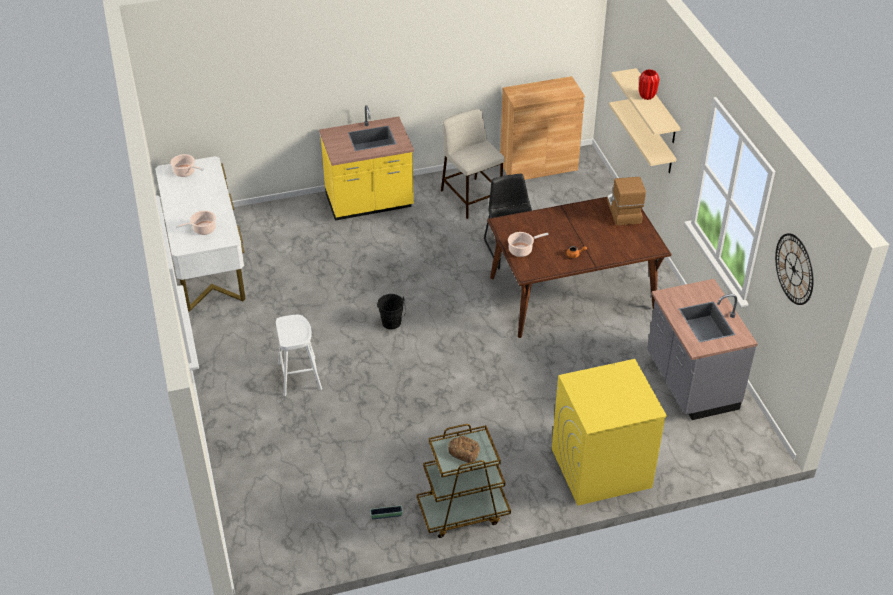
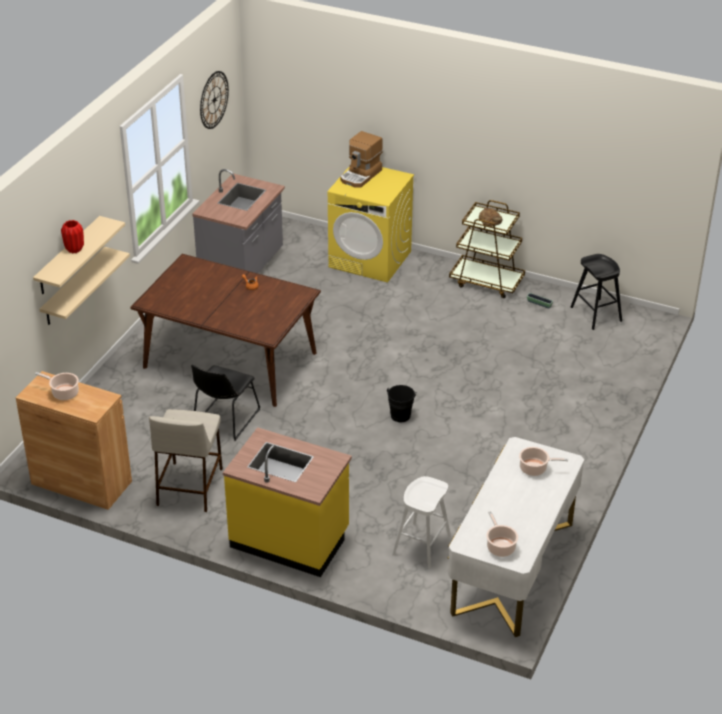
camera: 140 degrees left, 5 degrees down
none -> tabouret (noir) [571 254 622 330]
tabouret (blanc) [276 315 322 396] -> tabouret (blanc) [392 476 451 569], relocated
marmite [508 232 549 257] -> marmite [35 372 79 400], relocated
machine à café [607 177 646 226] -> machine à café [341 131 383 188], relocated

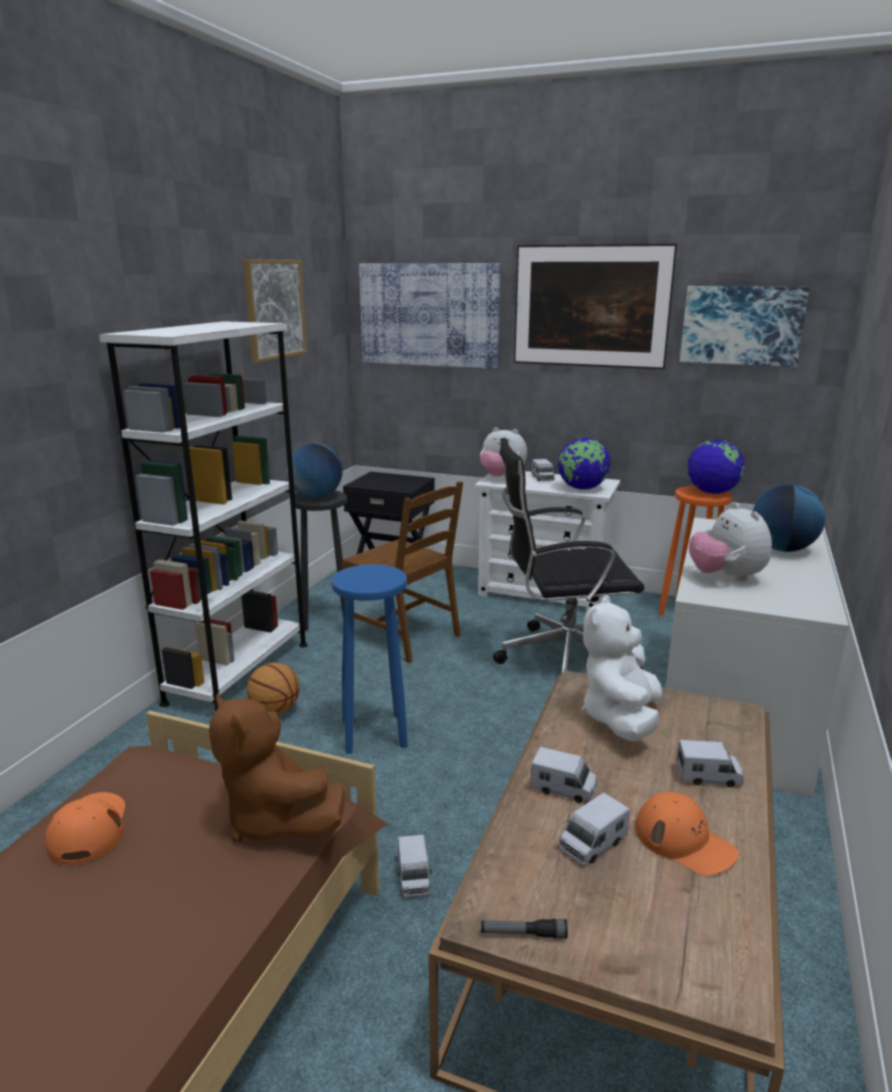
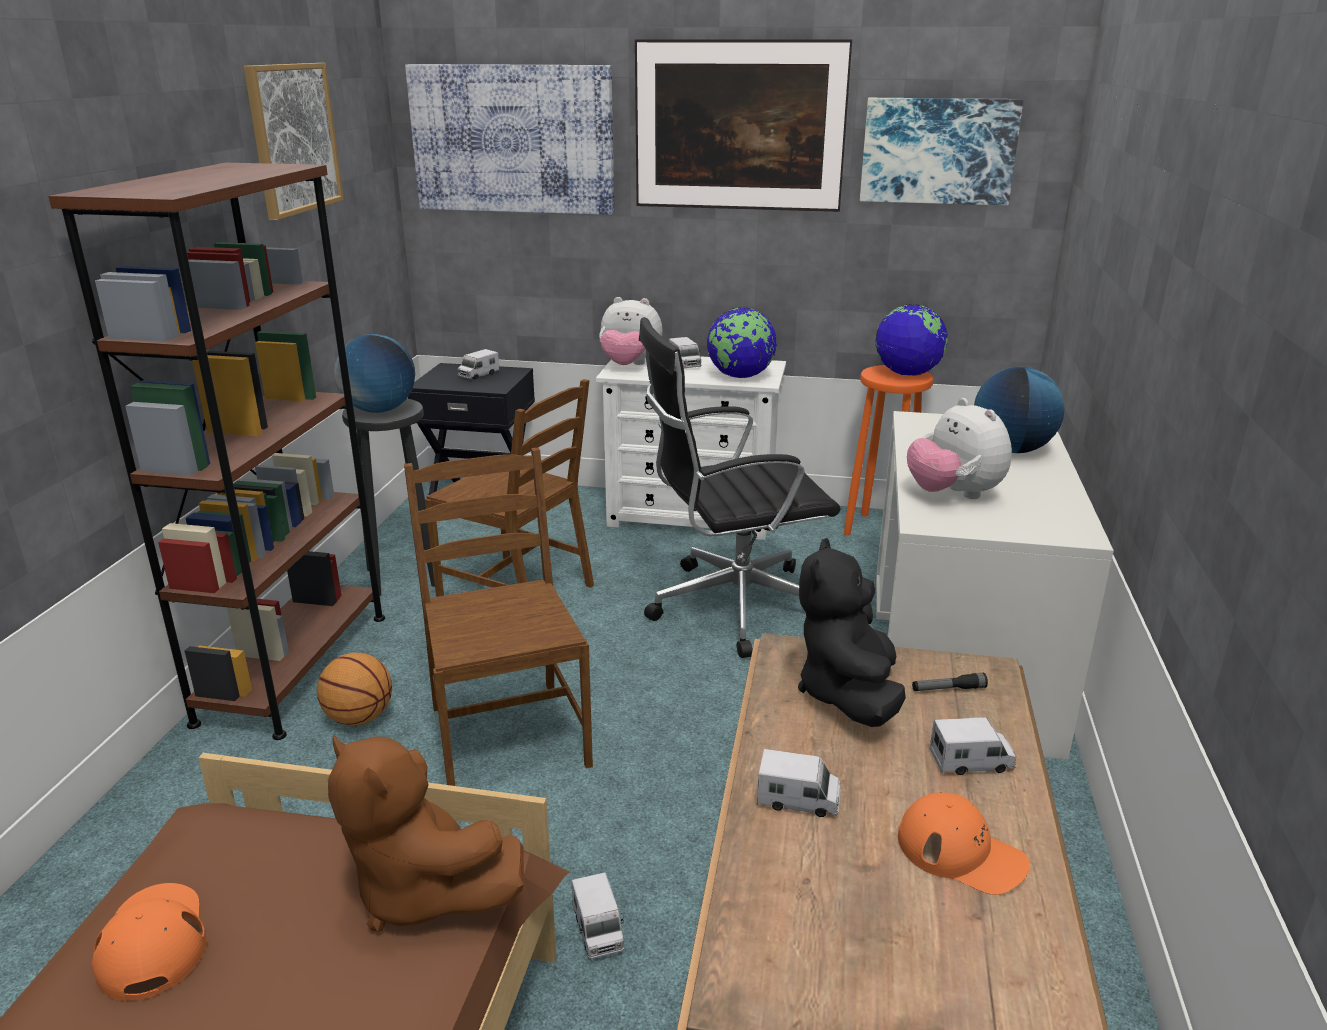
camera: 10 degrees left, 5 degrees up
lampe de poche [481 919 568 939] -> lampe de poche [912 673 988 691], relocated
camion jouet [559 792 630 866] -> camion jouet [458 349 500 380], relocated
tabouret (bleu) [331 564 408 754] -> chaise (marron) [404 447 593 786]
bibliothèque (blanc) [99 321 307 712] -> bibliothèque (marron) [48 163 385 740]
peluche (blanc) [582 595 662 742] -> peluche (noir) [798 538 906 727]

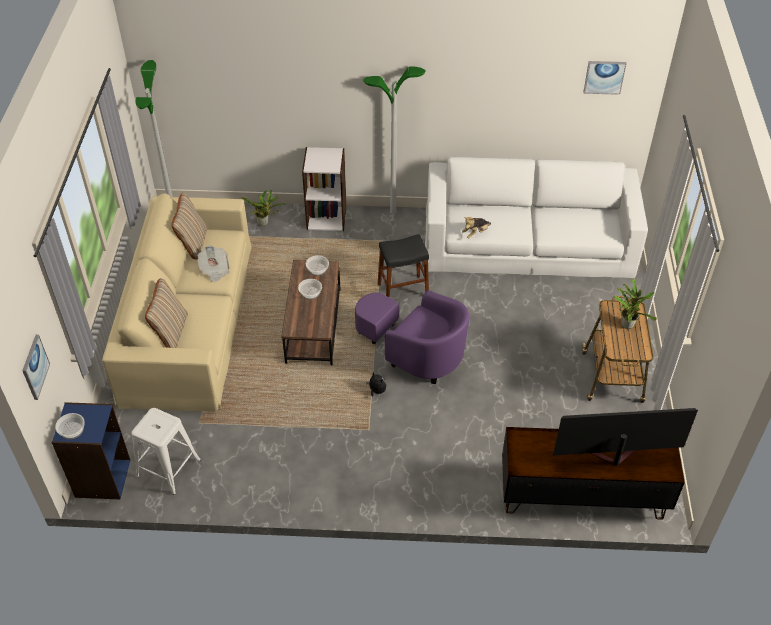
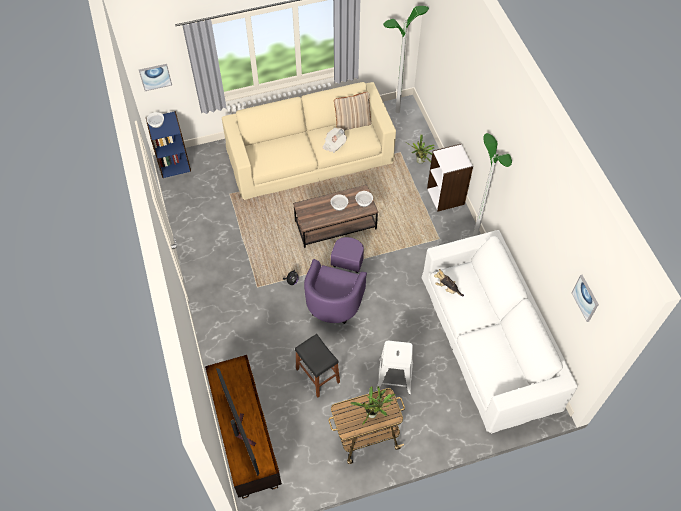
camera: 70 degrees right, 10 degrees up
coussin (beige) [145 278 188 348] -> none
tabouret (blanc) [131 408 201 495] -> tabouret (blanc) [376 340 413 394], relocated
tabouret (noir) [378 234 429 298] -> tabouret (noir) [295 334 340 397], relocated

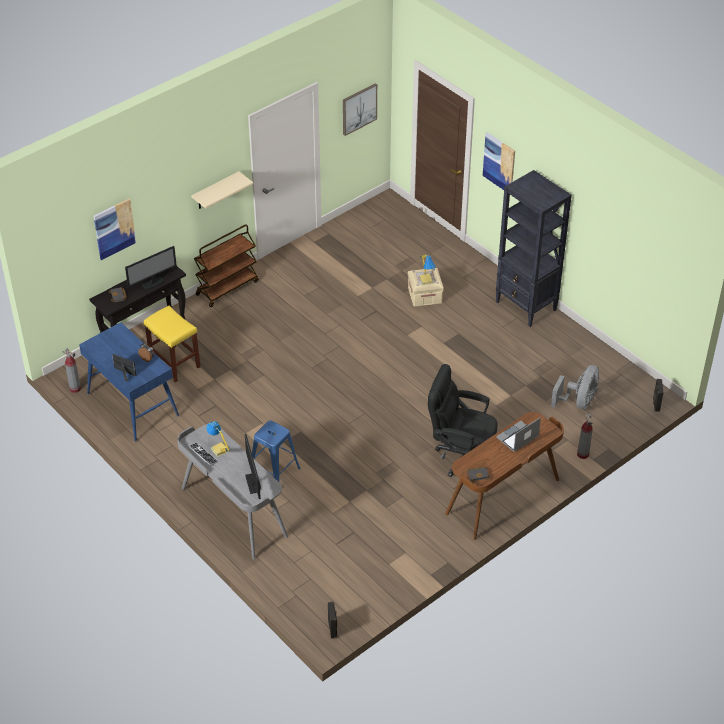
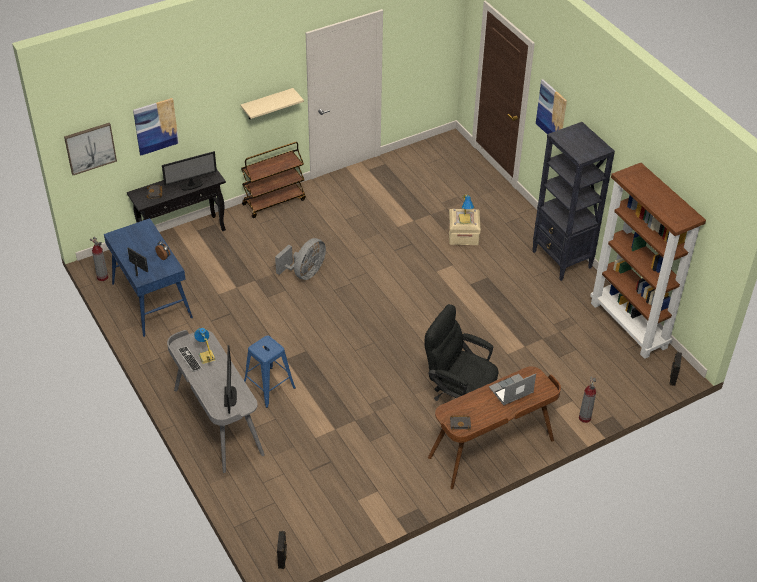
camera: 10 degrees right, 0 degrees up
tabouret (jaune) [144 306 201 382] -> none
none -> bibliothèque (marron) [590 163 706 359]
tableau [343 83 377 136] -> tableau [64 123 117 175], relocated
ventilateur (gris) [551 365 599 409] -> ventilateur (gris) [275 238 326 280], relocated

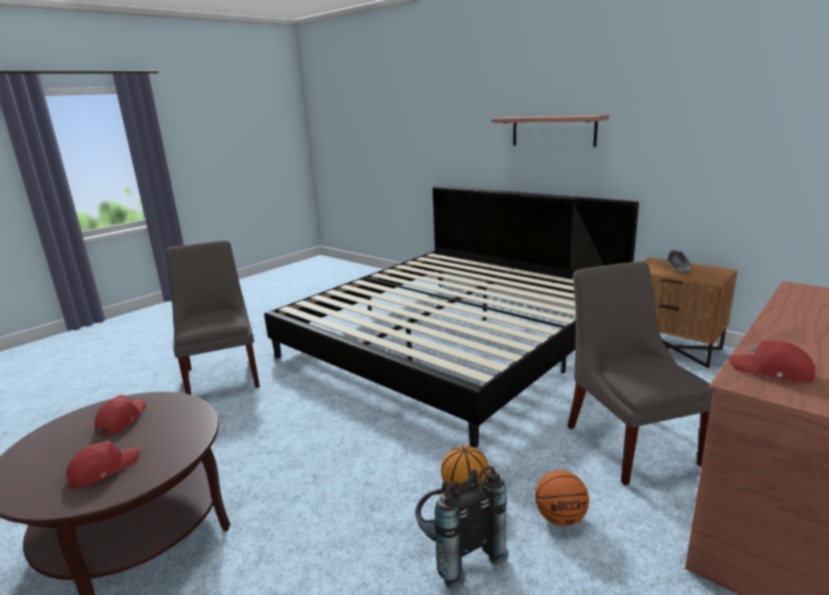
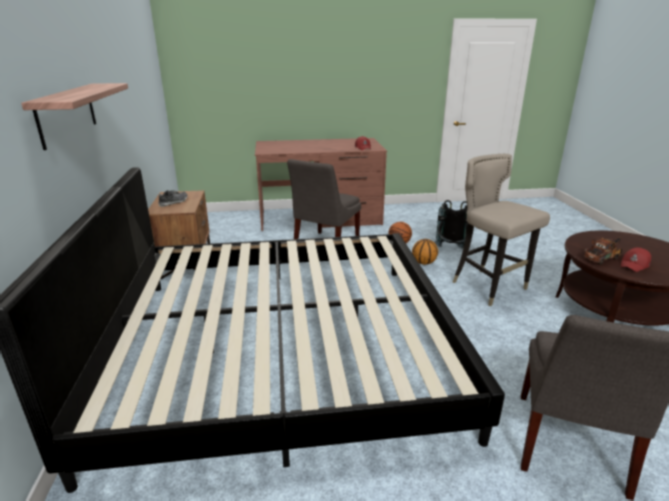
camera: 140 degrees left, 5 degrees up
casquette (rouge) [66 441 140 488] -> none
none -> tabouret (beige) [453 154 550 306]
none -> camion jouet [584 237 622 265]

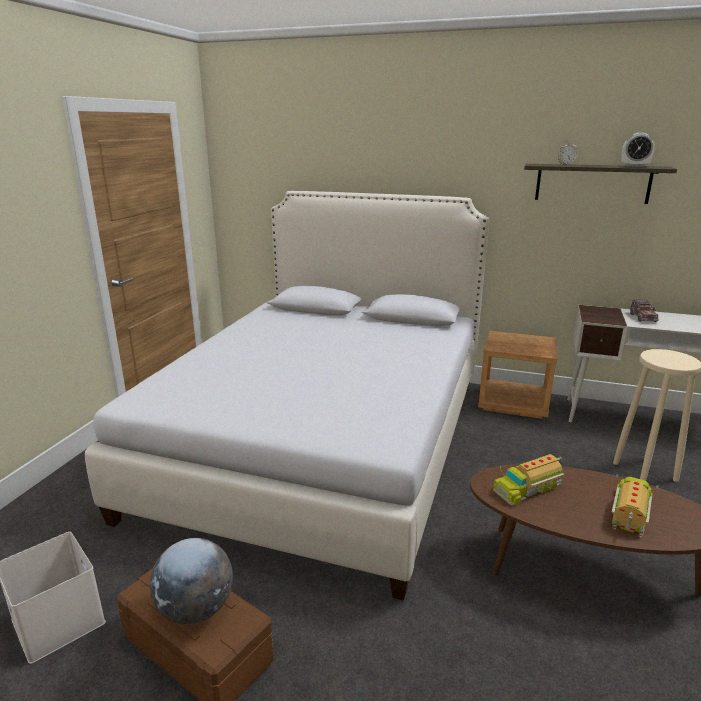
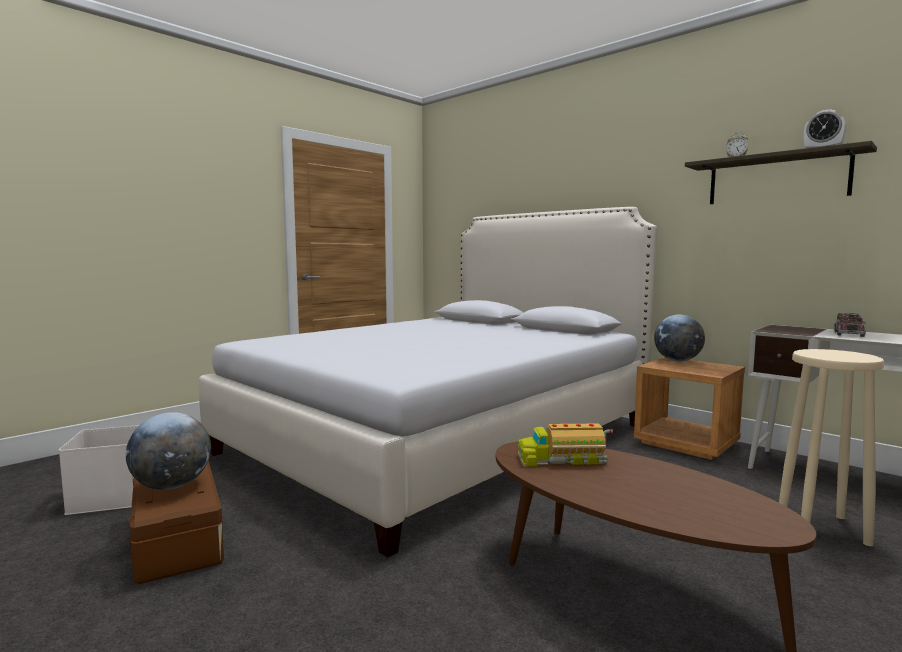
camera: 25 degrees right, 15 degrees down
camion jouet [611 474 659 538] -> none
none -> globe [654 315 705 361]

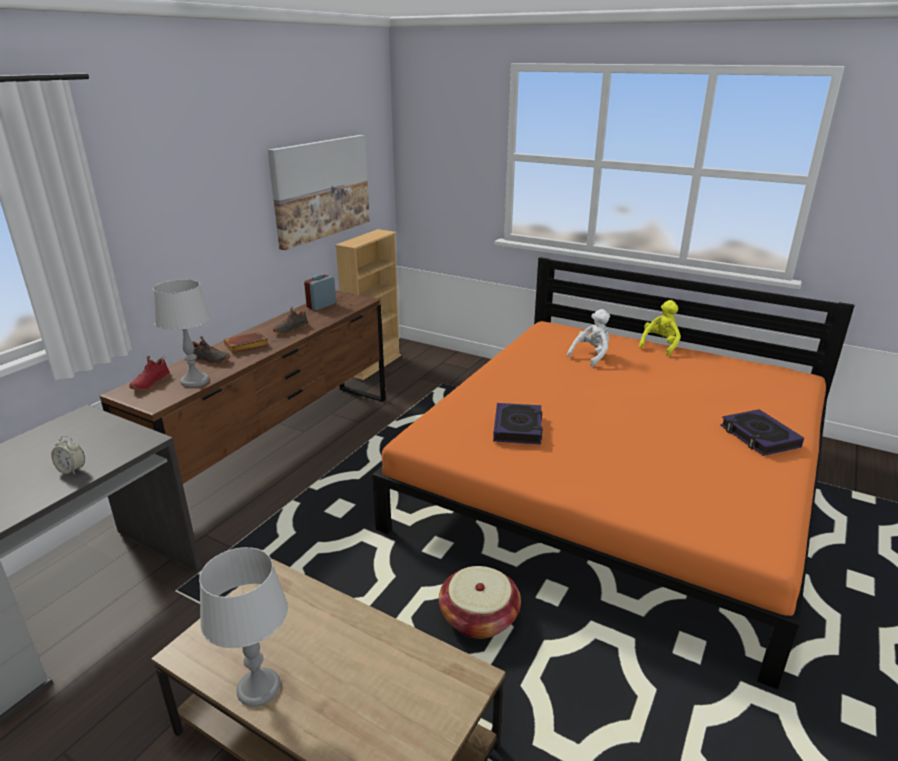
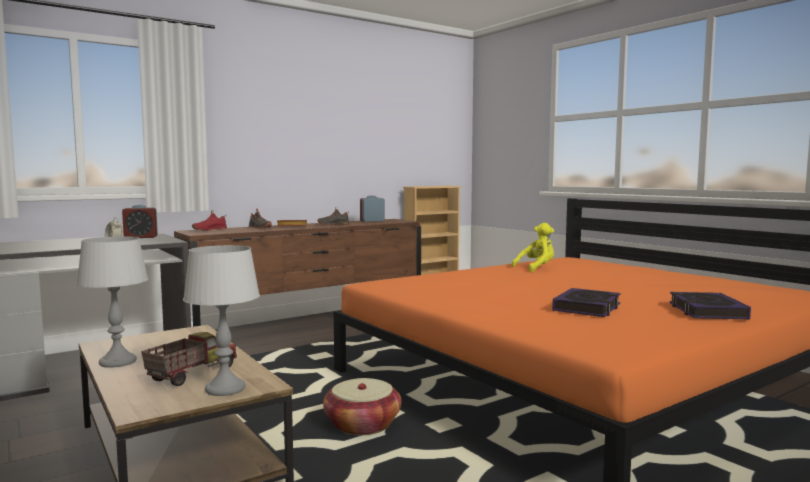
camera: 25 degrees right, 20 degrees down
tableau [268 135 370 250] -> none
peluche (blanc) [567 309 610 367] -> none
none -> réveil [122 205 158 238]
none -> camion jouet [141 332 237 386]
lampe de table (gris) [153 279 211 388] -> lampe de table (gris) [183 245 260 396], relocated
livre [493 403 543 444] -> livre [552 288 621 317], relocated
peluche (jaune) [639 300 681 356] -> peluche (jaune) [511 223 554 272], relocated

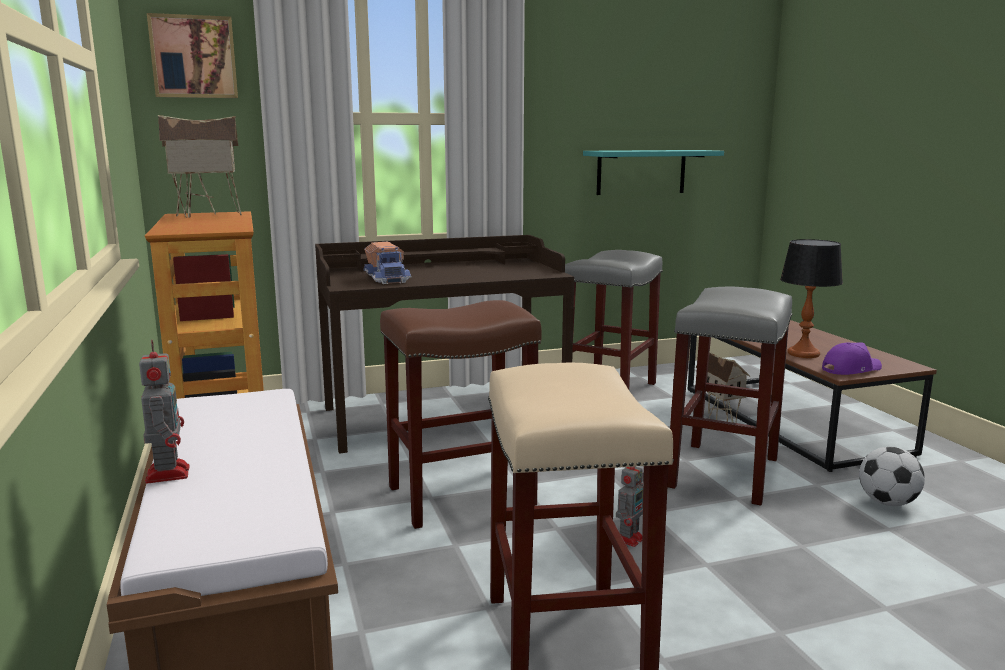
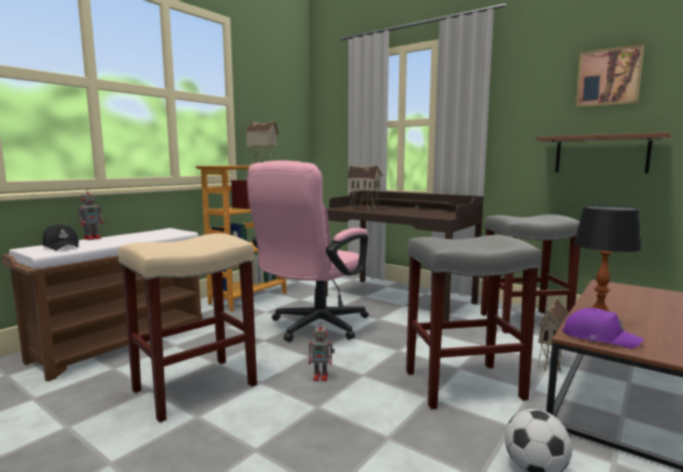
camera: 55 degrees right, 5 degrees down
none -> casquette (noir) [43 224 79 251]
tableau [147 13 238 98] -> tableau [575 44 644 107], relocated
camion jouet [364 242 412 284] -> maison miniature [347 165 383 210]
tabouret (marron) [380 300 542 529] -> chaise de bureau (rose) [247 161 369 342]
étagère (turquoise) [583 150 724 195] -> étagère (marron) [536 132 671 173]

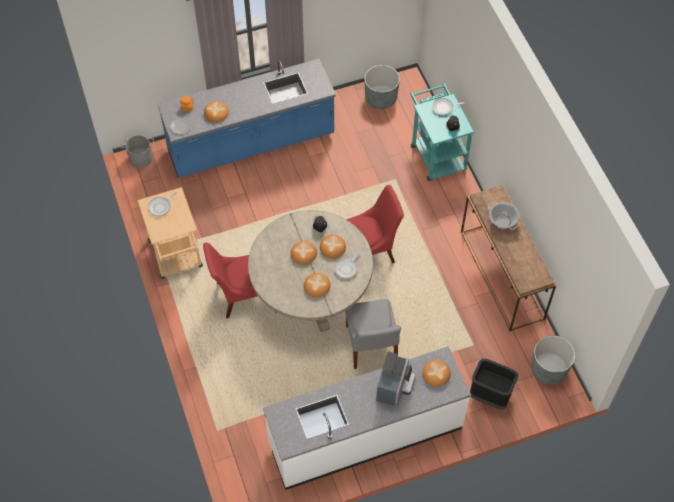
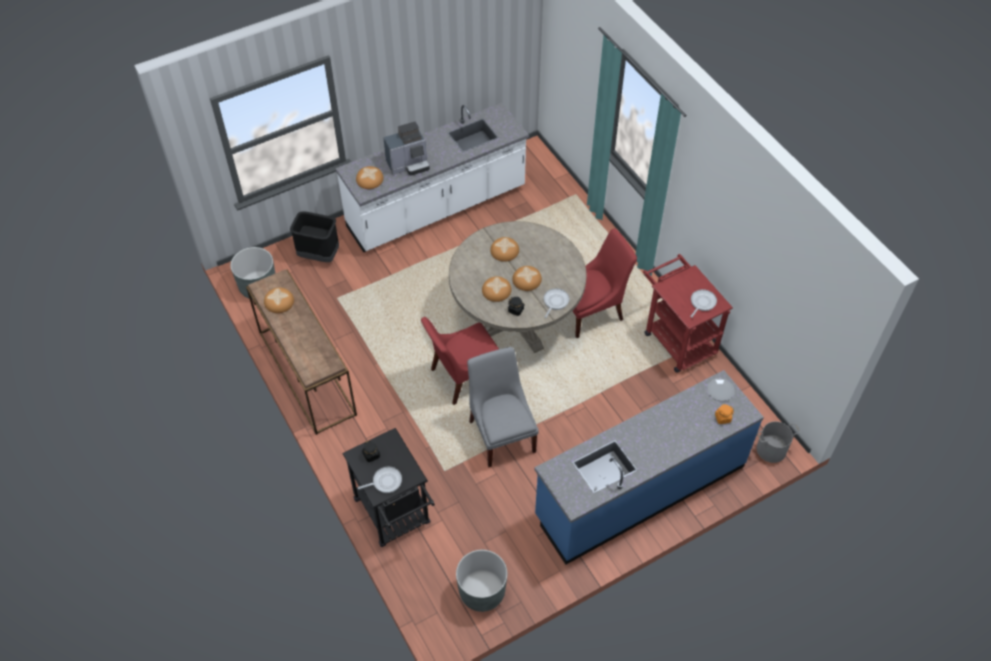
camera: 170 degrees right, 5 degrees down
marmite [488 202 520 230] -> none
pain [204 101 229 123] -> pain [264 288 294 313], relocated
poêle [334 251 361 279] -> poêle [544 288 569 318], relocated
chaise (gris) [345 299 401 369] -> chaise (gris) [467 347 539 467], relocated
chariot (beige) [137 187 203 279] -> chariot (rouge) [643 254 733 373]
chariot (turquoise) [410 83 474 181] -> chariot (noir) [343 428 435 547]
machine à café [376 352 416 407] -> machine à café [383 122 430 175], 120 degrees counterclockwise

